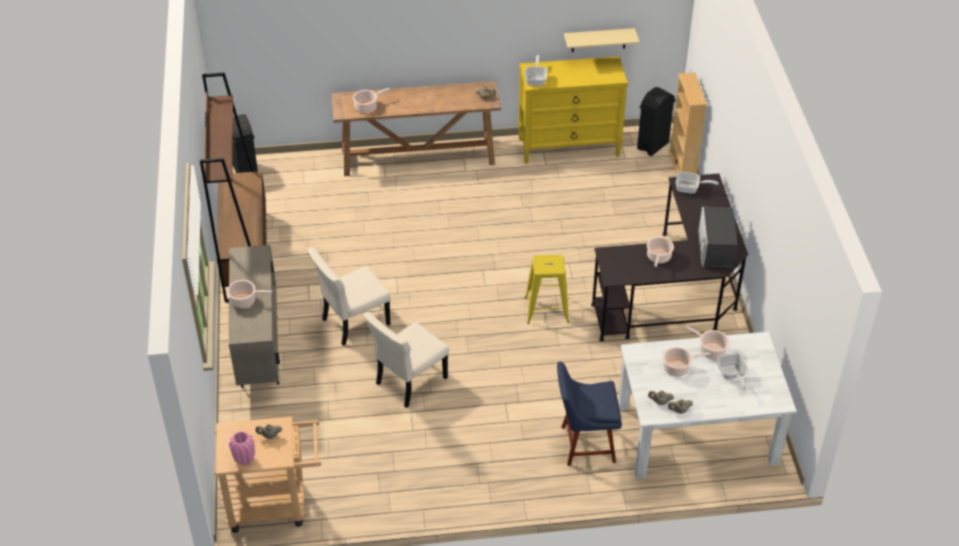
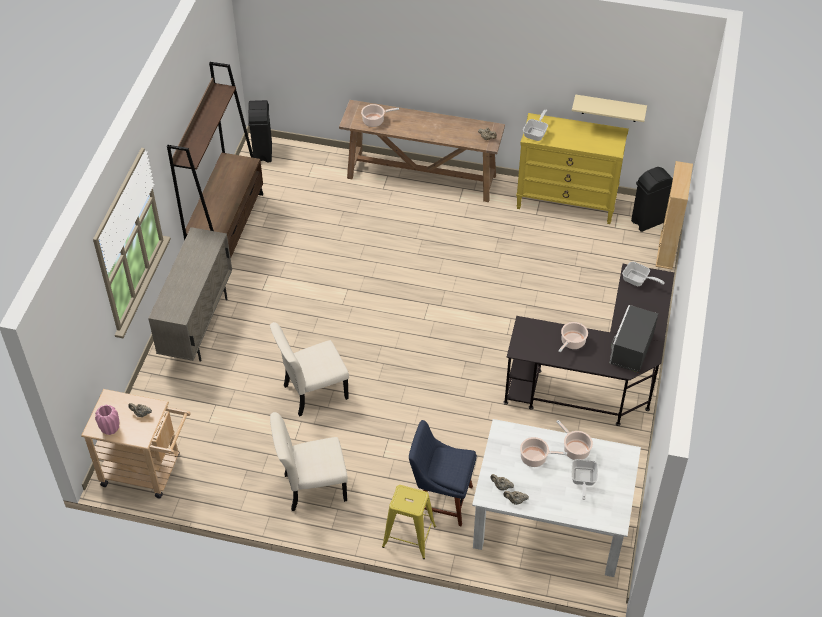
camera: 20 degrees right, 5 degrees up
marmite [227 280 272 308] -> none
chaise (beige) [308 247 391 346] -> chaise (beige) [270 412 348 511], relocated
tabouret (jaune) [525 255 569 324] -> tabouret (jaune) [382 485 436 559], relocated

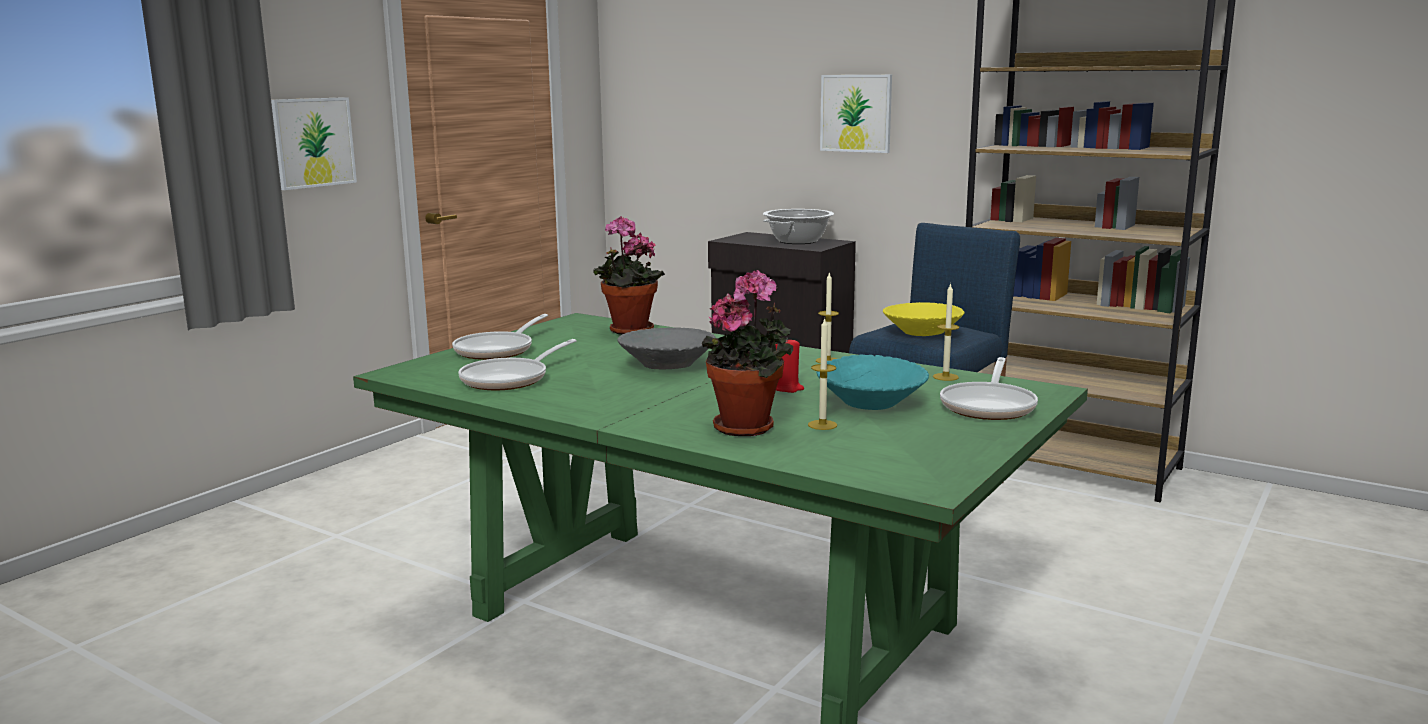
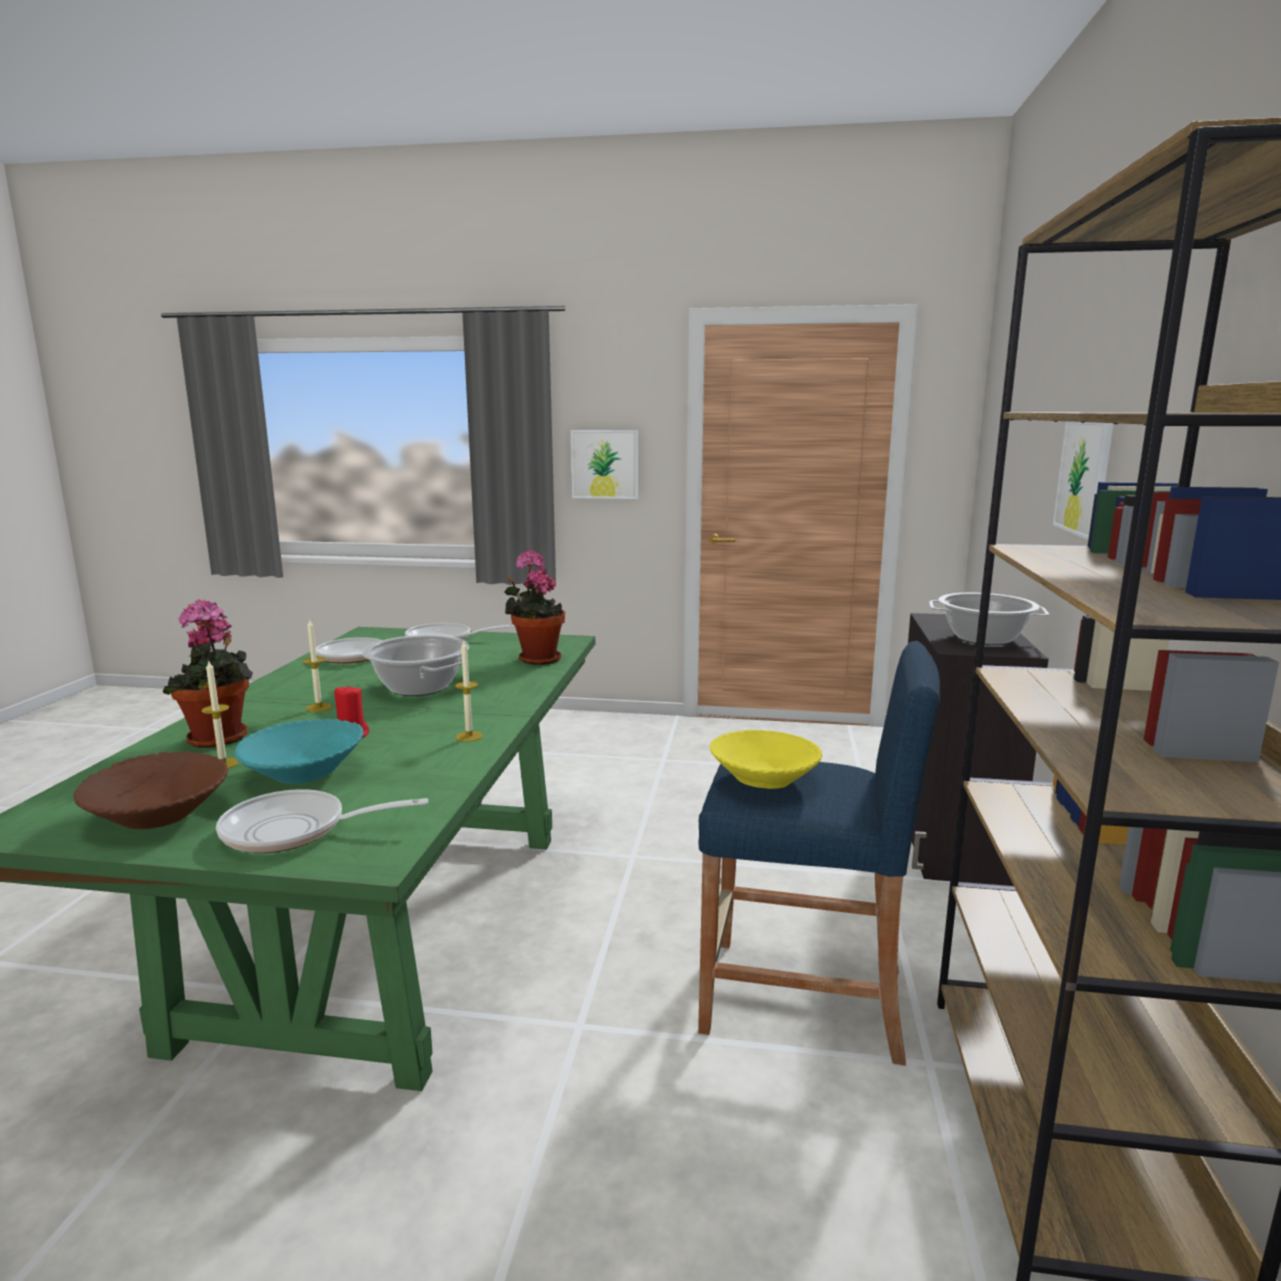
camera: 65 degrees right, 0 degrees up
none -> bol (marron) [73 751 228 829]
bougie [933 283 960 381] -> bougie [303 619 332 712], relocated
bol (gris) [617 327 716 369] -> marmite [362 635 469 696]

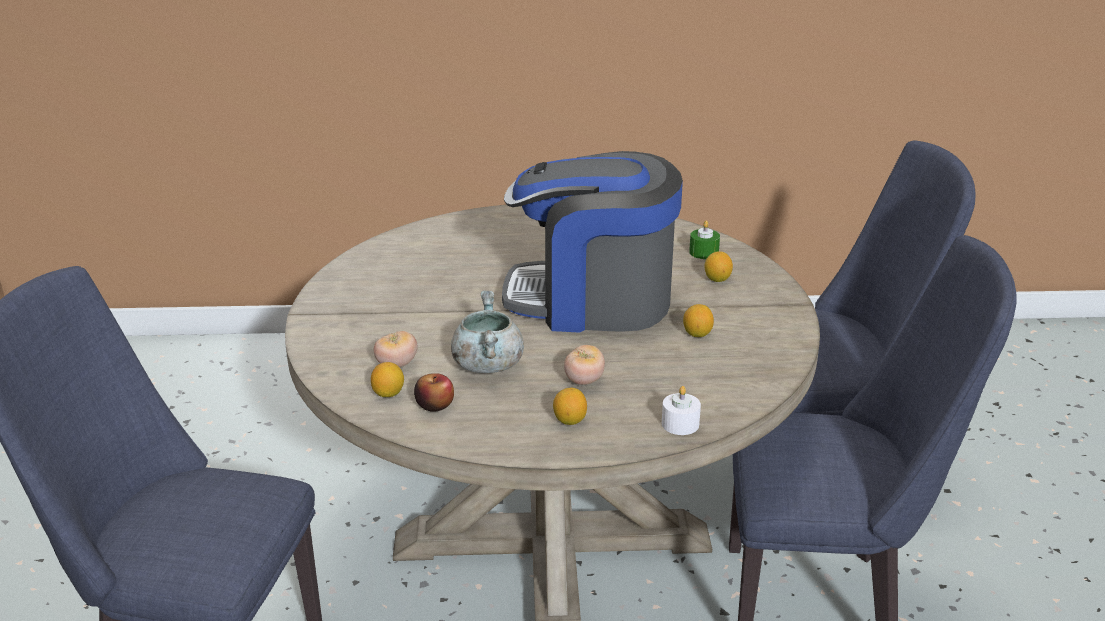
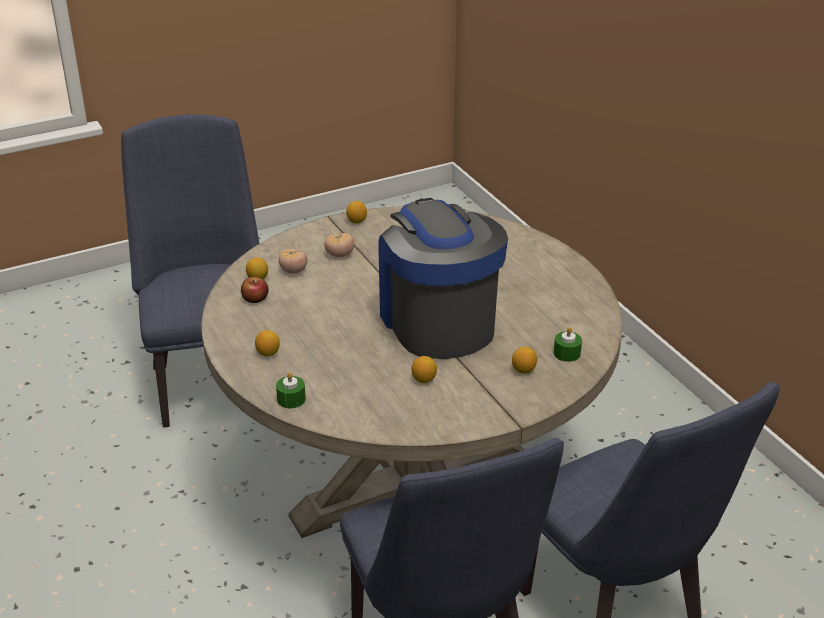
camera: 65 degrees right, 5 degrees up
marmite (gris) [451 290 524 373] -> none
none -> citron [346 201 367 224]
tomate [564 345 605 385] -> tomate [324 233 355 257], relocated
bougie (blanc) [662 386 701 435] -> bougie (vert) [276 372 306 408]

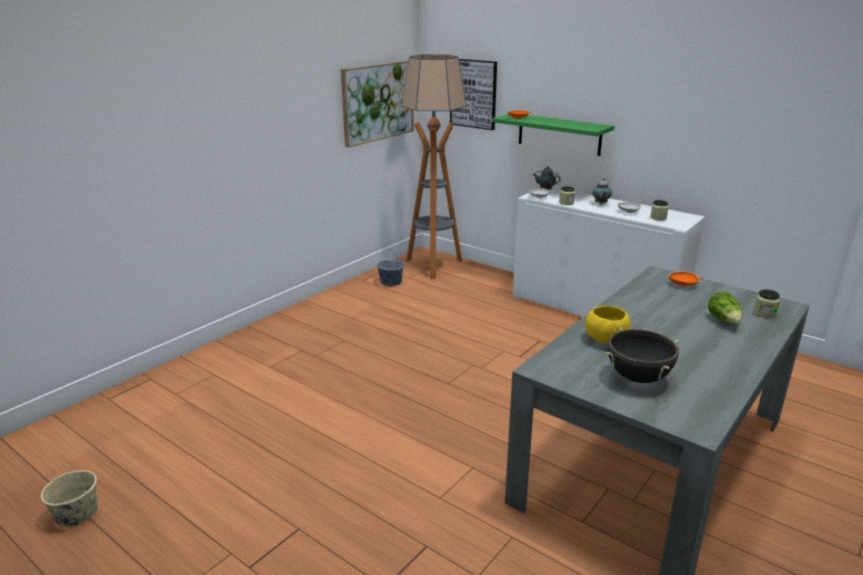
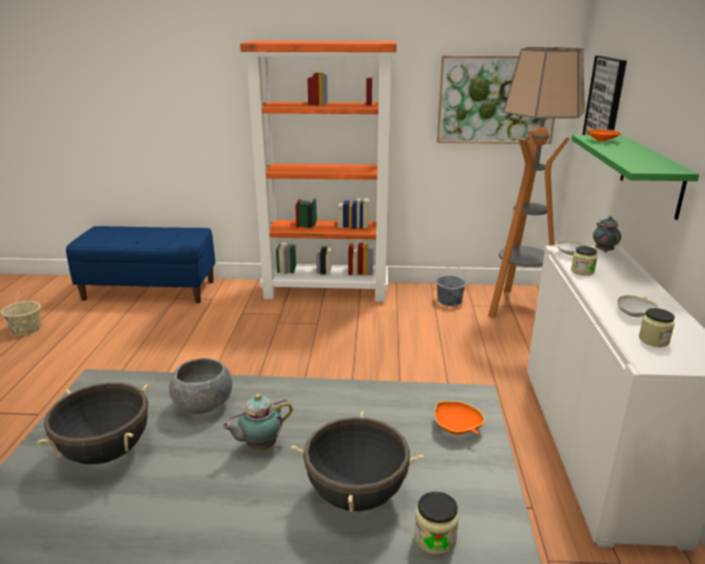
camera: 55 degrees right, 0 degrees up
none -> banc (bleu) [66 226 215 303]
none -> bibliothèque (orange) [240 41 397 302]
théière [593 178 612 205] -> théière [222 394 293 450], relocated
laitue [708 292 742 324] -> marmite (noir) [291 411 423 512]
bol (jaune) [585 306 631 344] -> bol (gris) [169 358 232 414]

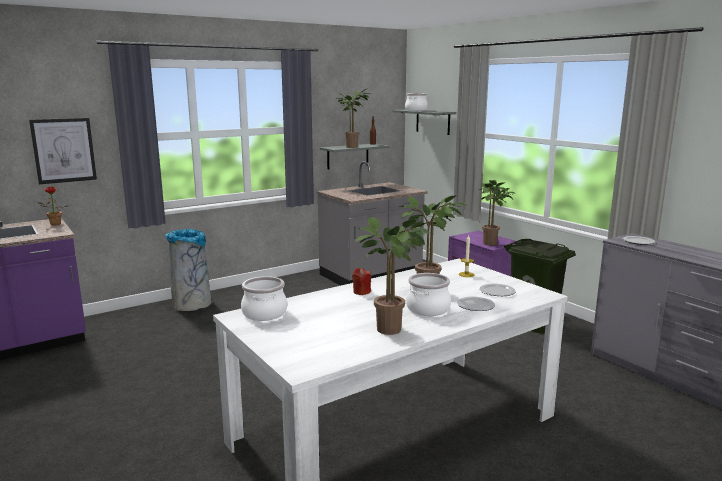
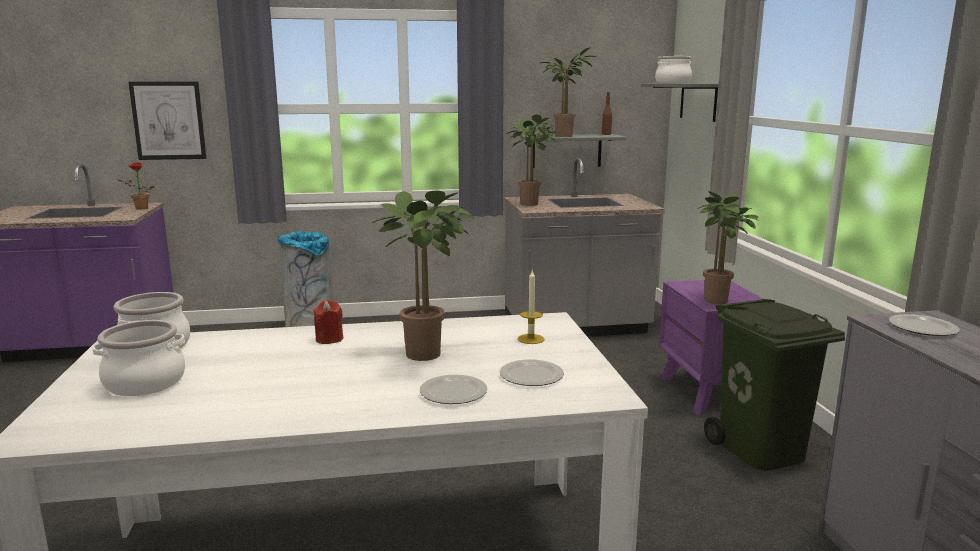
camera: 25 degrees right, 0 degrees up
plante en pot [355 217 429 335] -> plante en pot [507 114 559 206], relocated
marmite [406 273 451 316] -> marmite [93 320 185 396], relocated

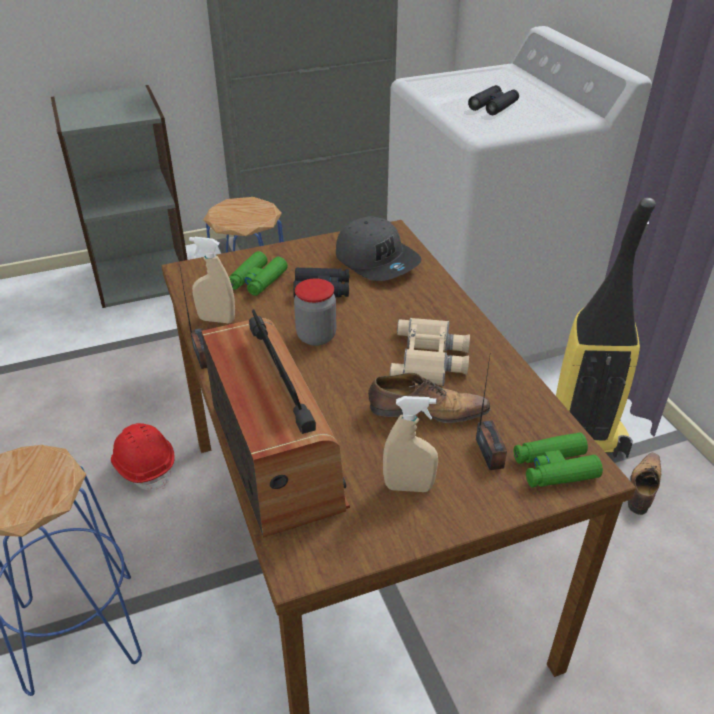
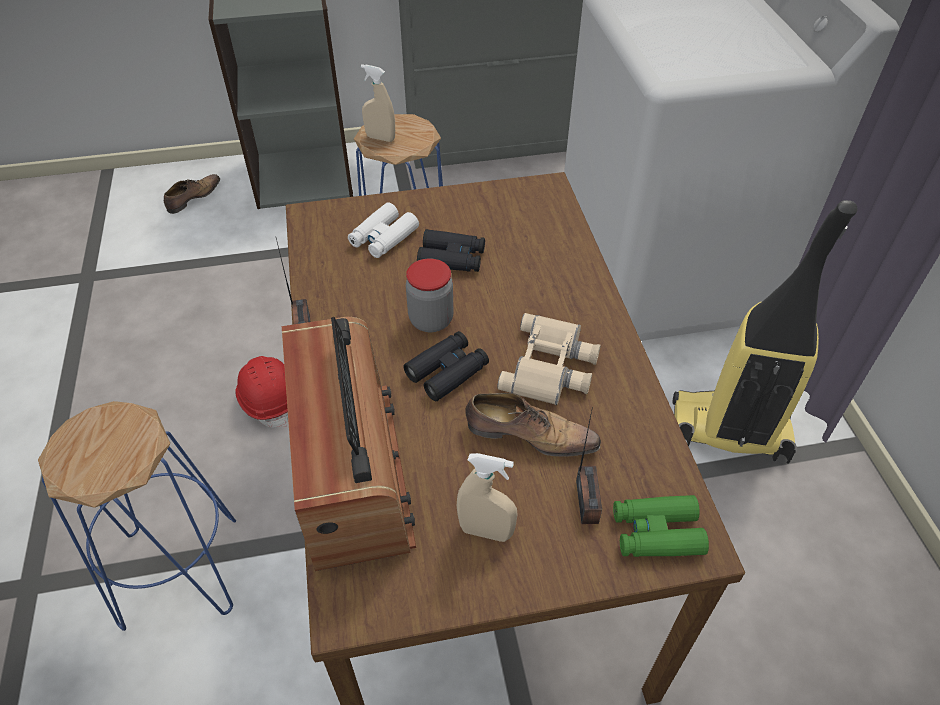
camera: 10 degrees right, 10 degrees up
casquette (gris) [336 216 422 281] -> none
vaporisateur (beige) [189 237 235 323] -> vaporisateur (beige) [361 64 395 142], relocated
jumelles (noir) [468 85 519 115] -> jumelles (noir) [404 331 489 401], relocated
chaussure [628 453 661 515] -> chaussure [164 174 220 214], relocated
jumelles (vert) [229 251 288 296] -> jumelles (blanc) [348 202 419 258]

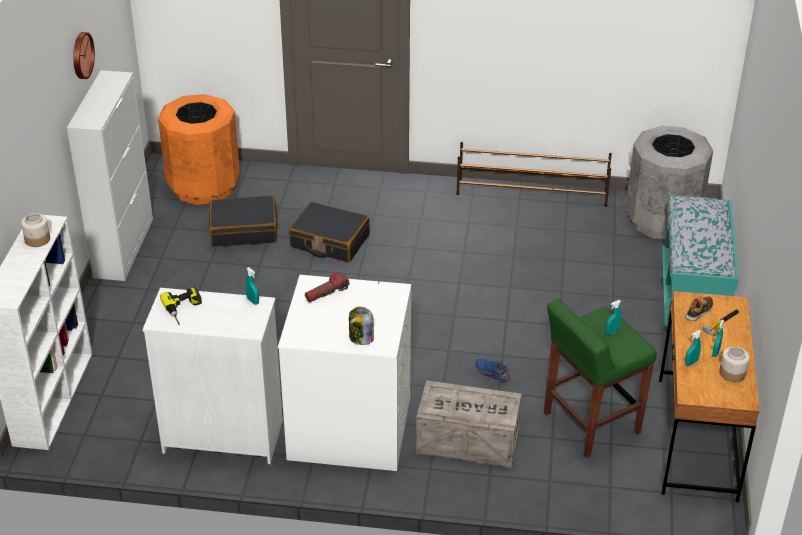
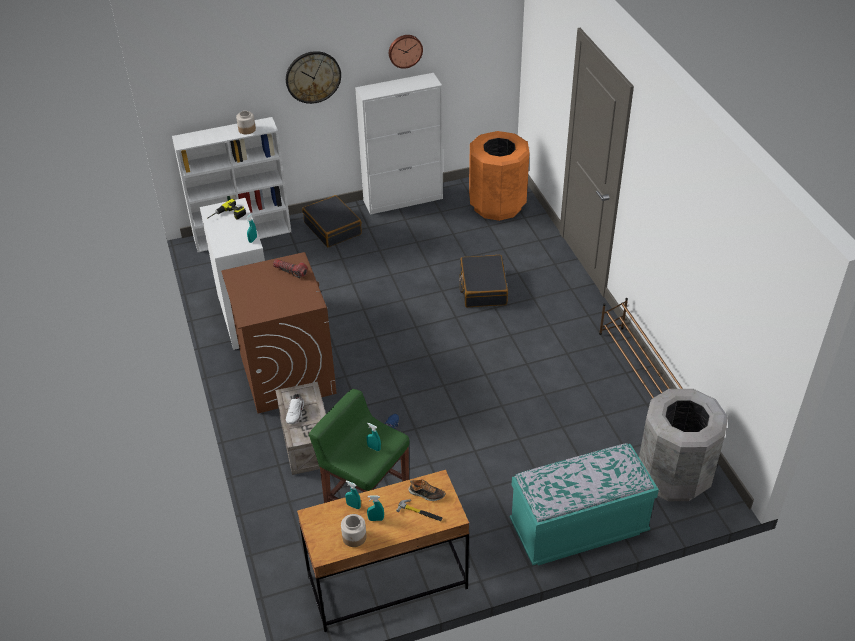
camera: 65 degrees right, 5 degrees up
bocal [349 307 374 345] -> none
none -> horloge murale [286 51 341 104]
none -> chaussure (blanc) [286 394 304 424]
valise (noir) [209 195 277 247] -> valise (noir) [302 195 362 247], relocated
lave-linge (blanc) [278 275 411 471] -> lave-linge (marron) [221 252 337 414]

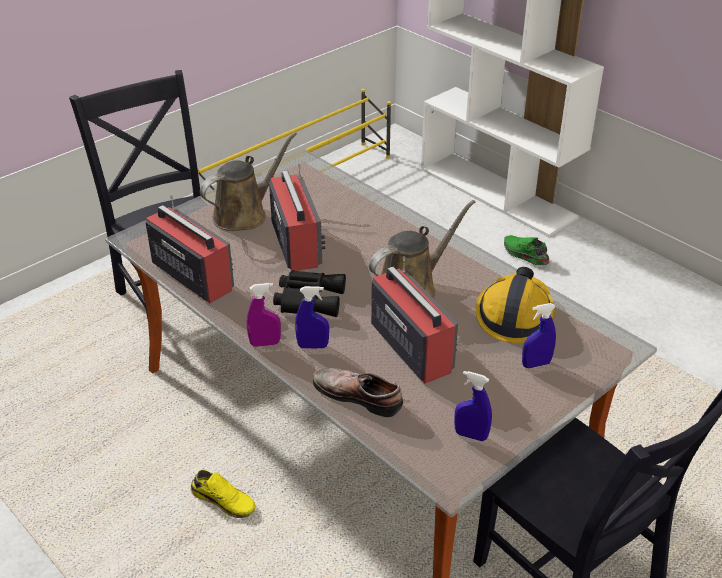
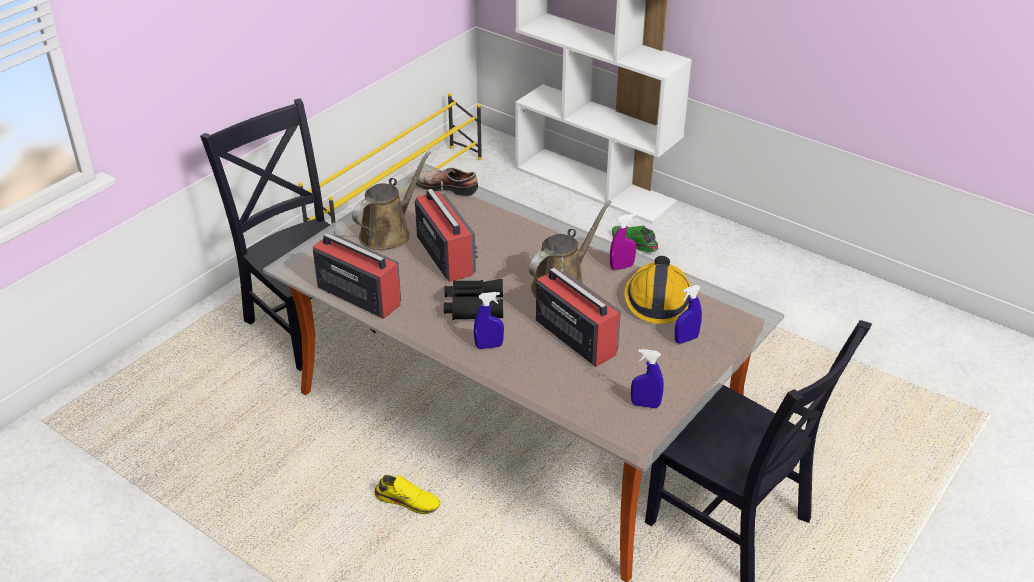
camera: 10 degrees left, 0 degrees up
vaporisateur (violet) [247 283 281 347] -> vaporisateur (violet) [610 214 636 270], relocated
chaussure [313 368 403 417] -> chaussure [413 168 478 196], relocated

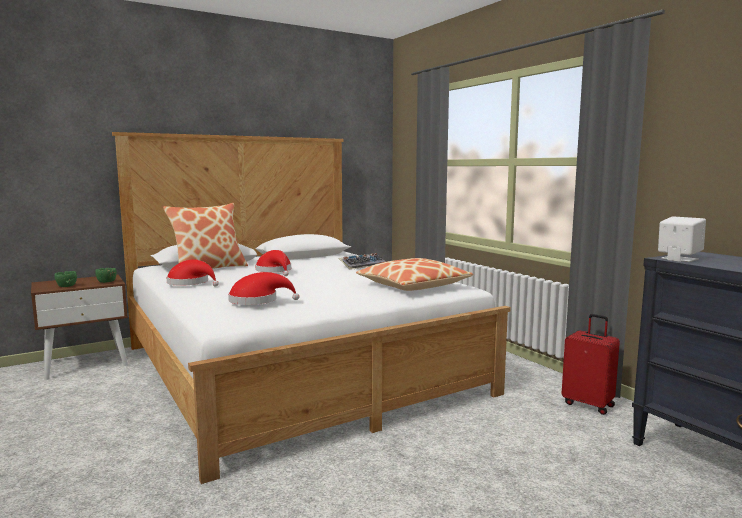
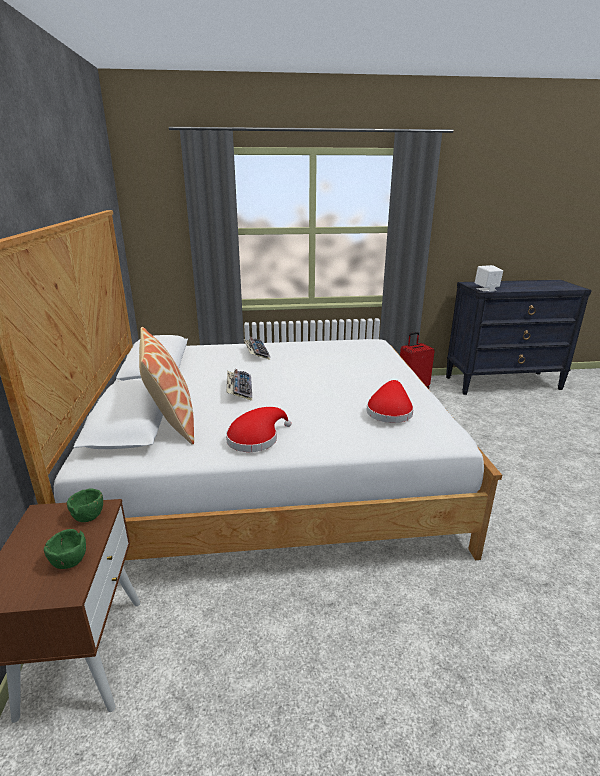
camera: 65 degrees left, 15 degrees up
coussin [356 258 473 291] -> none
chapeau (rouge) [255 250 291 276] -> clavier [226 369 252 401]

